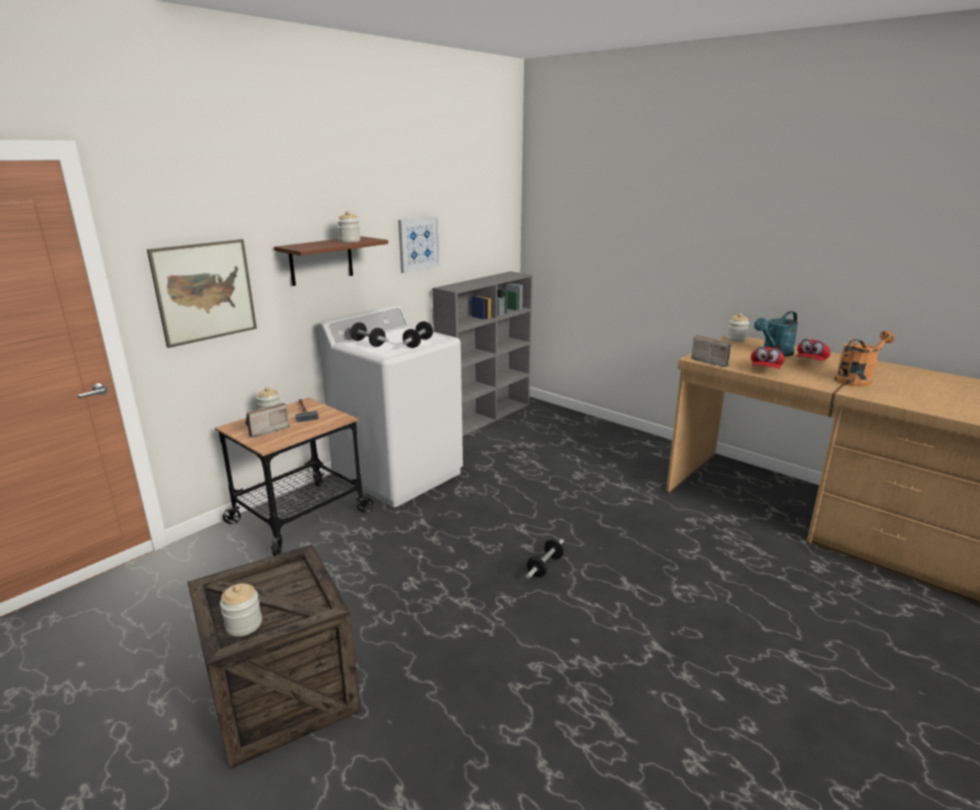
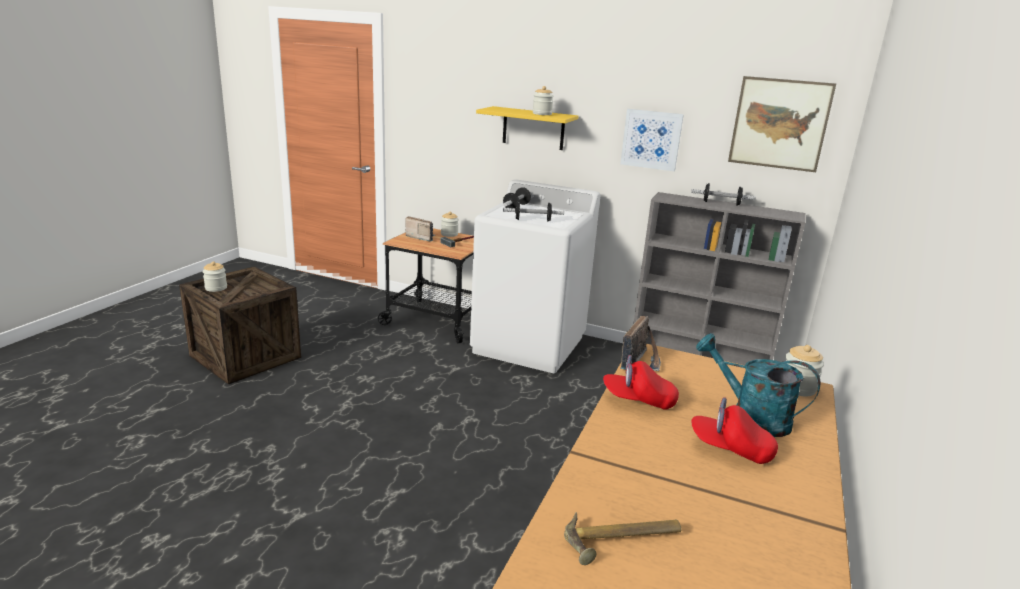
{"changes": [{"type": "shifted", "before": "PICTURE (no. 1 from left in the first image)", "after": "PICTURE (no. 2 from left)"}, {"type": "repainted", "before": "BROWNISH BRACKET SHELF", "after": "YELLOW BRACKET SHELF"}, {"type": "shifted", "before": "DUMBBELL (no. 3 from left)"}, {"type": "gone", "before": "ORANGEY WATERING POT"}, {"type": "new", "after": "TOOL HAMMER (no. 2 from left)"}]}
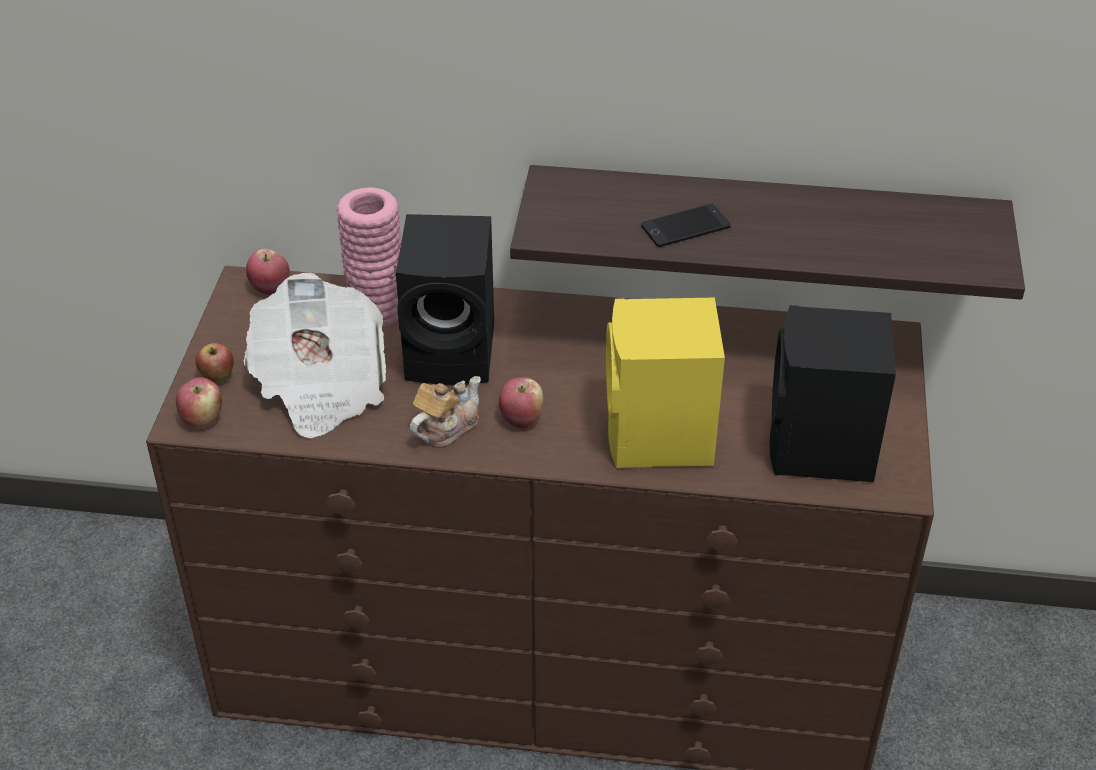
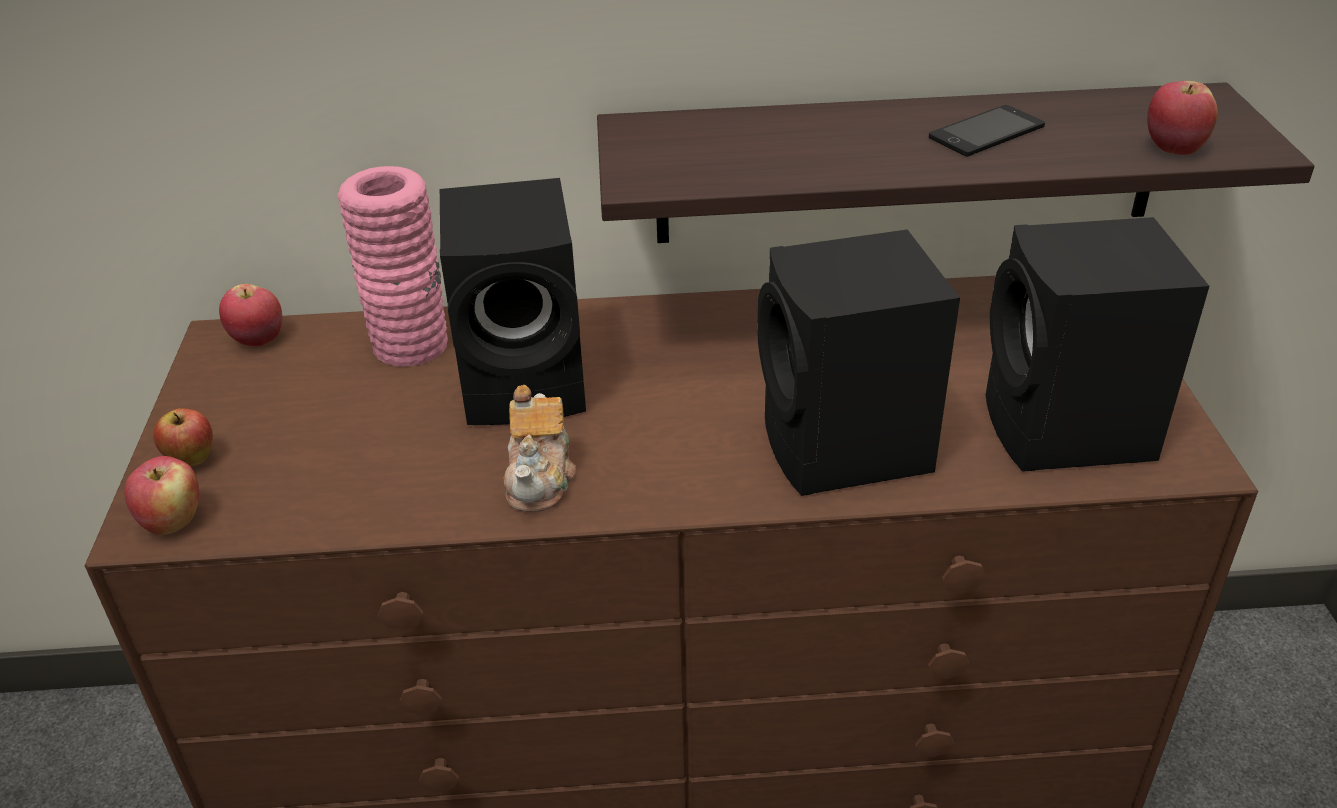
{"changes": [{"type": "gone", "before": "DAILY PAPER"}, {"type": "rotated", "before": "POT FOR TEA", "turn": 150}, {"type": "shifted", "before": "WHOLE APPLE (no. 4 from left)"}, {"type": "repainted", "before": "YELLOW SPEAKER", "after": "BLACK-COLOURED SPEAKER (no. 2 from left)"}, {"type": "shifted", "before": "PHONE"}]}
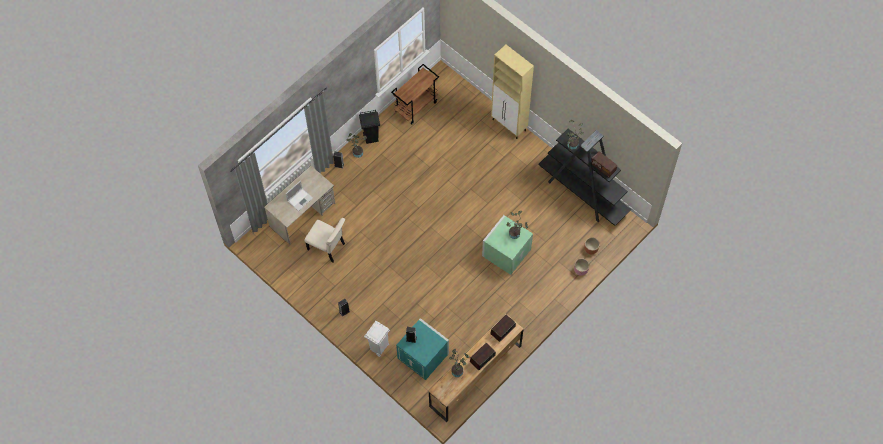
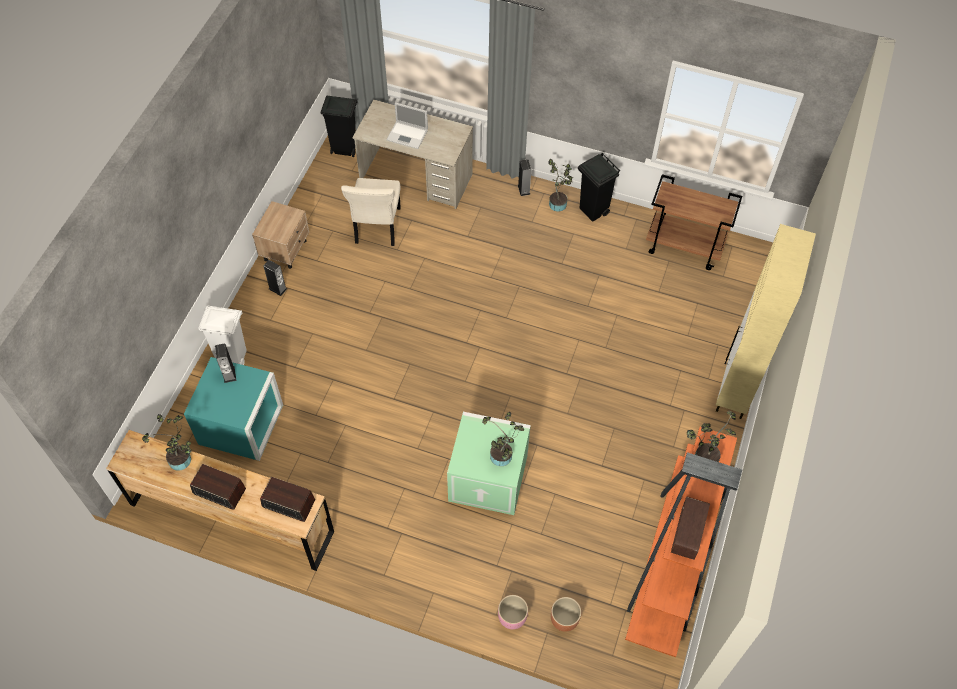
{"changes": [{"type": "repainted", "before": "BLACK-COLOURED SHELVING UNIT", "after": "ORANGEY SHELVING UNIT"}, {"type": "new", "after": "BEIGE NIGHT TABLE"}, {"type": "new", "after": "BLACK-COLOURED RUBBISH BIN (no. 1 from left)"}]}
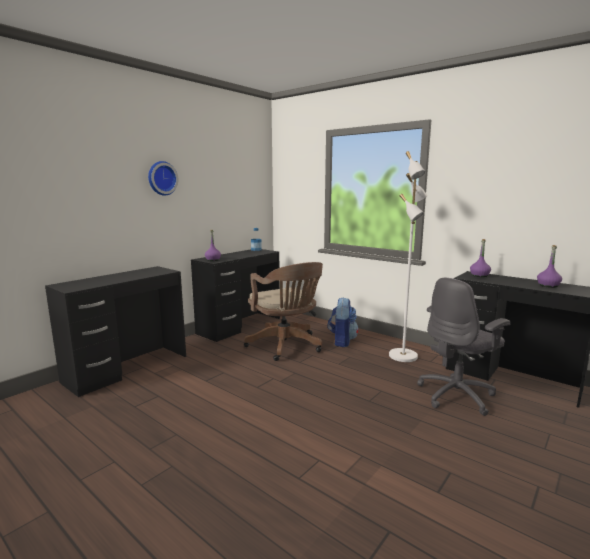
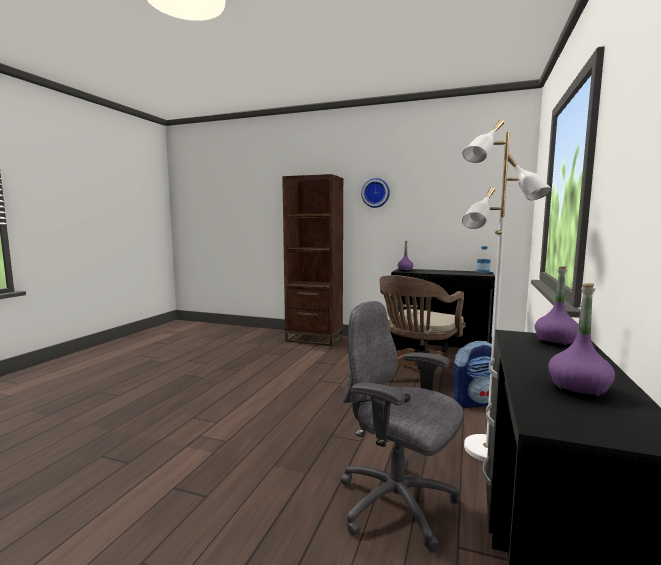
{"changes": [{"type": "swapped", "before": "BLACK-COLOURED DESK (no. 1 from left)", "after": "BROWNISH SHELVING UNIT"}]}
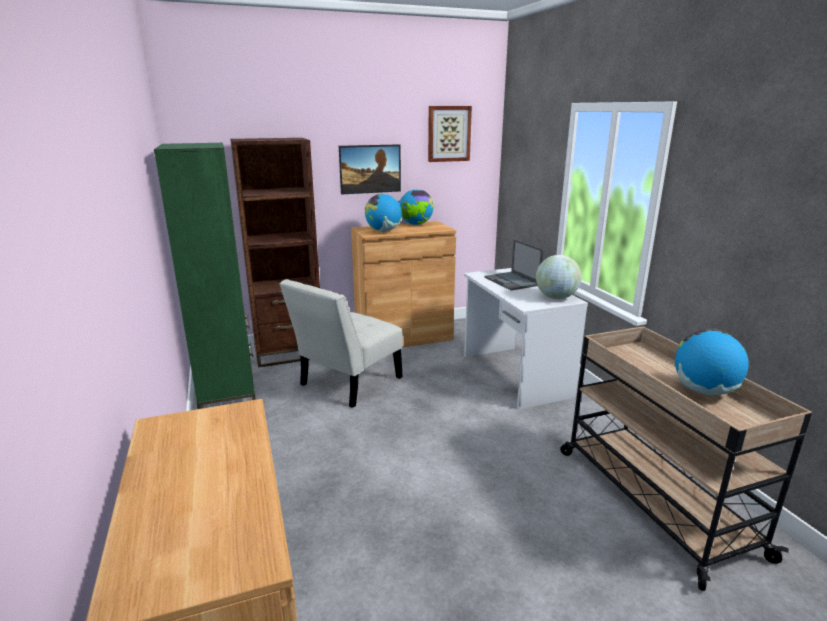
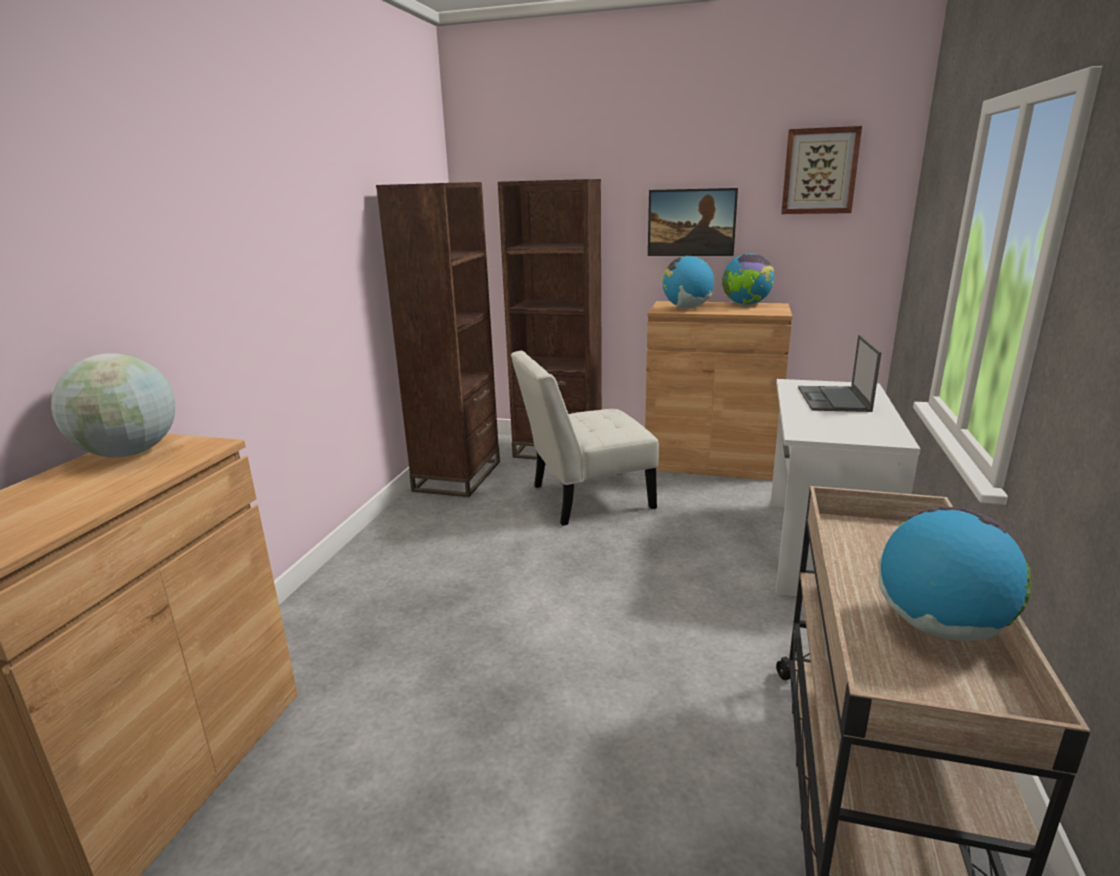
{"changes": [{"type": "repainted", "before": "GREENISH SHELVING UNIT", "after": "BROWNISH SHELVING UNIT (no. 1 from left)"}, {"type": "shifted", "before": "WORLD GLOBE (no. 3 from left in the first image)", "after": "WORLD GLOBE (no. 1 from left)"}]}
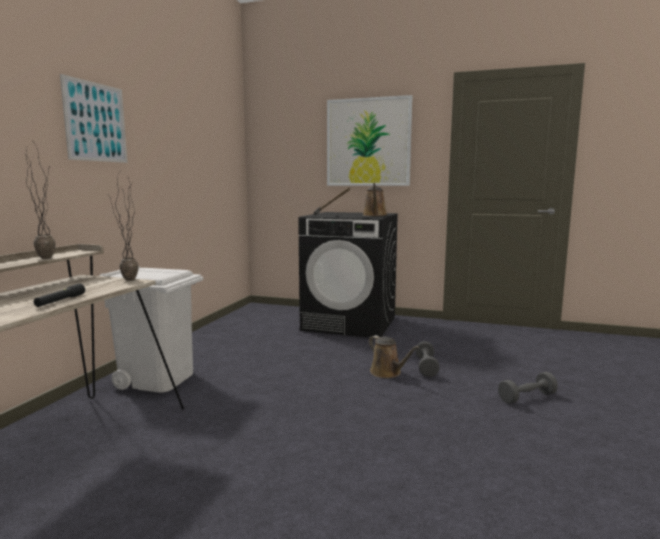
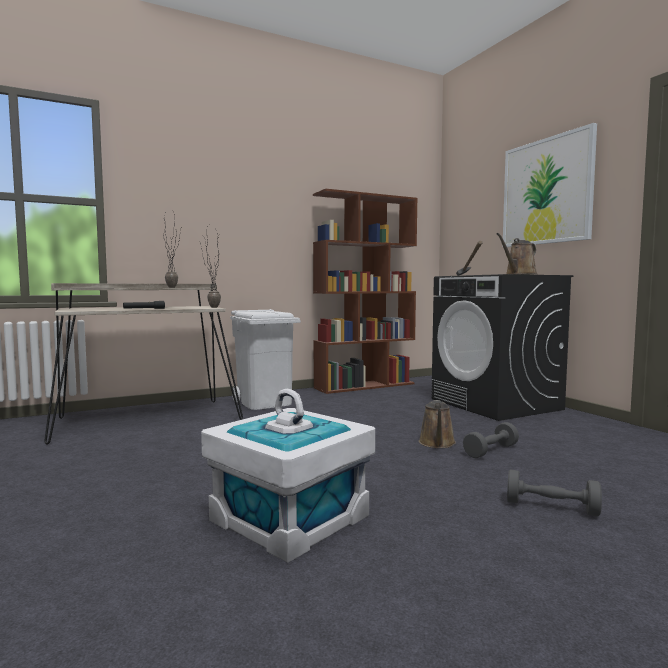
{"changes": [{"type": "gone", "before": "PICTURE (no. 1 from left)"}, {"type": "new", "after": "WHITE-COLOURED STORAGE BOX"}, {"type": "new", "after": "BROWNISH SHELVING UNIT"}]}
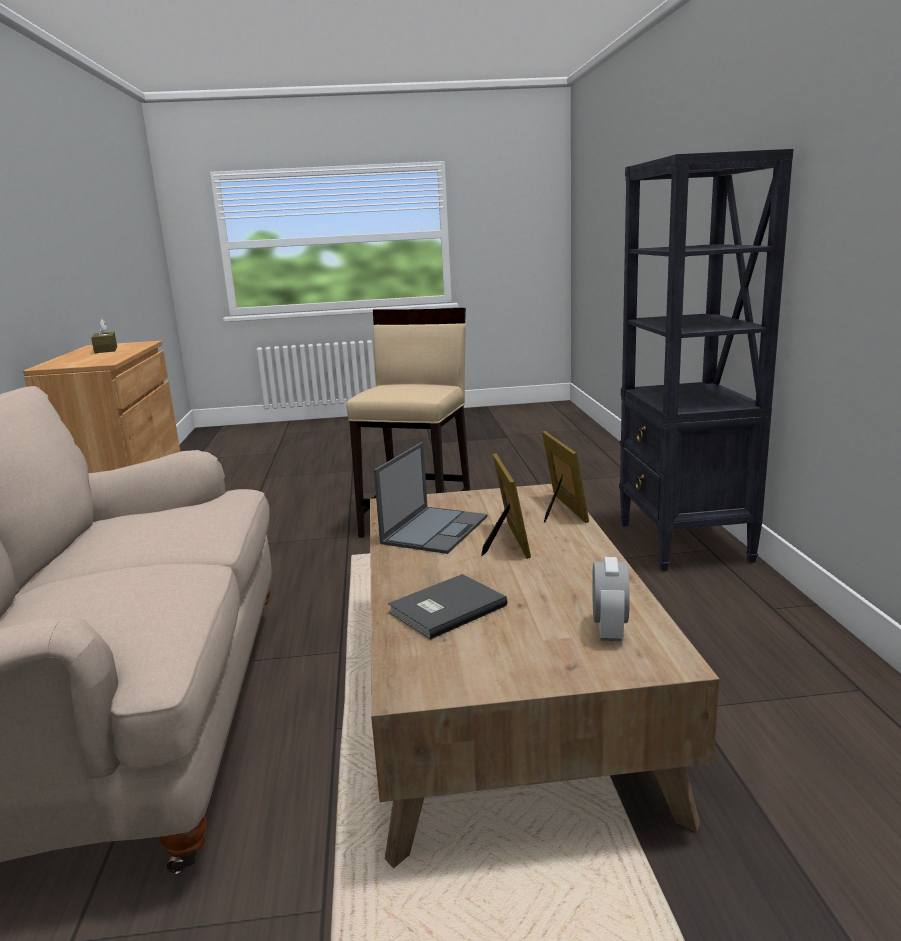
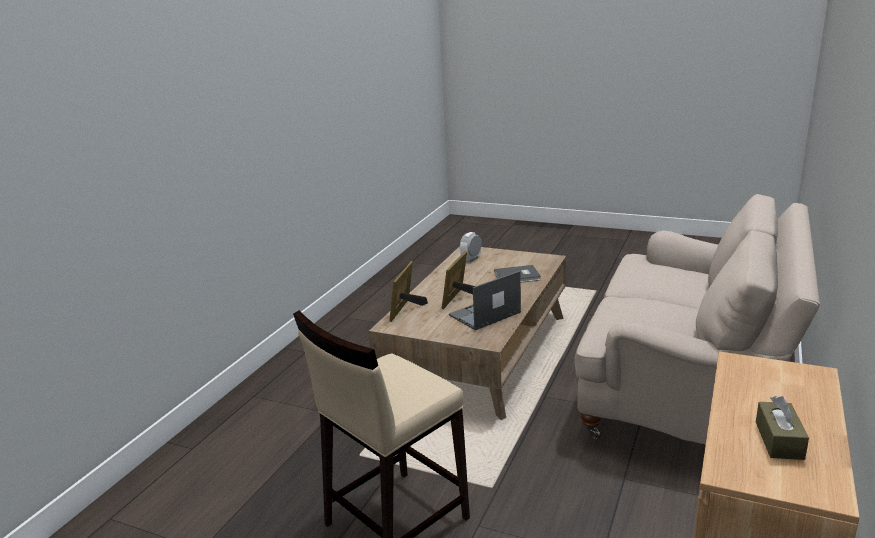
{"changes": [{"type": "gone", "before": "BLACK-COLOURED SHELVING UNIT"}]}
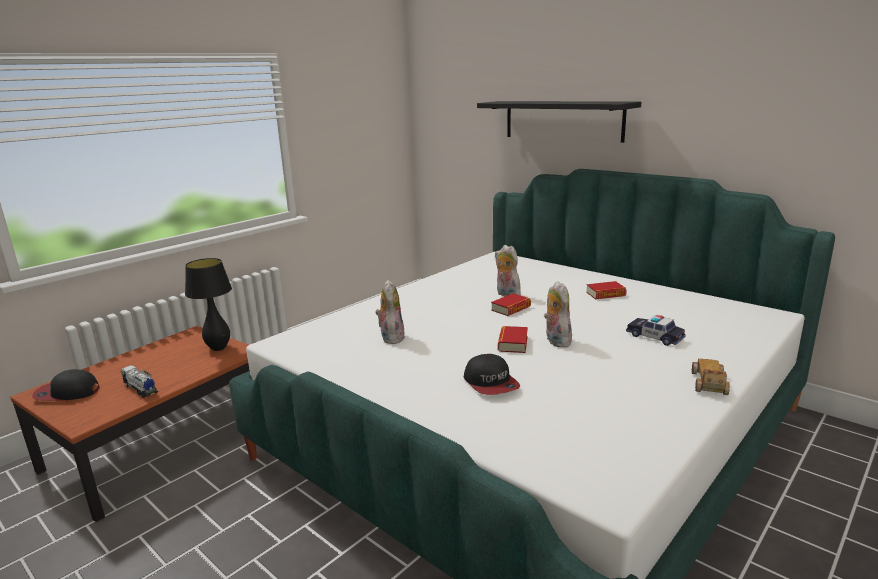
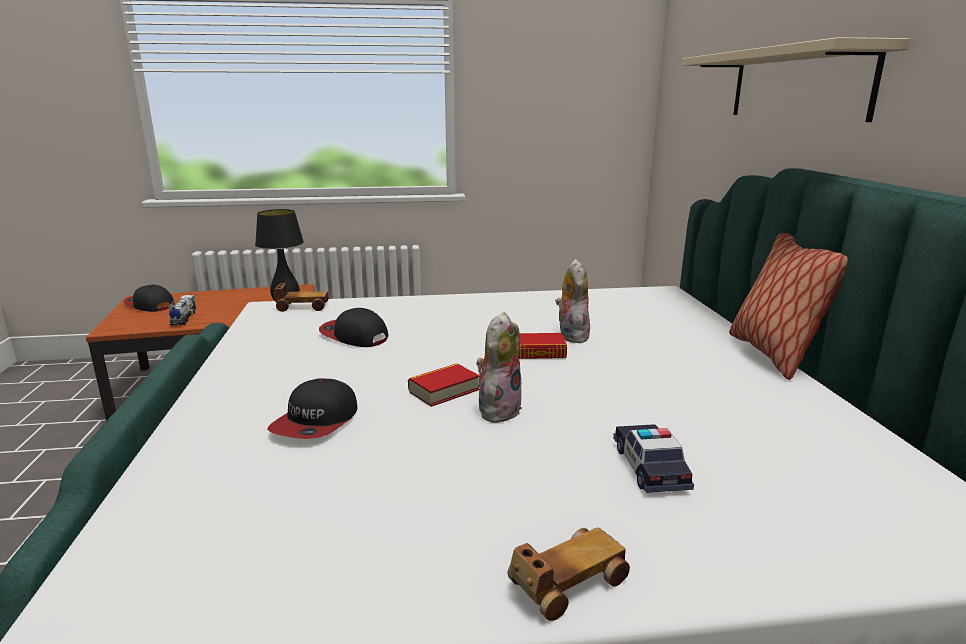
{"changes": [{"type": "swapped", "before": "SOFT TOY (no. 1 from left)", "after": "BASEBALL CAP (no. 3 from left)"}, {"type": "repainted", "before": "BLACK-COLOURED BRACKET SHELF", "after": "BEIGE BRACKET SHELF"}, {"type": "gone", "before": "VOLUME (no. 3 from left)"}, {"type": "new", "after": "MINIATURE CAR (no. 1 from left)"}, {"type": "new", "after": "PILLOW"}]}
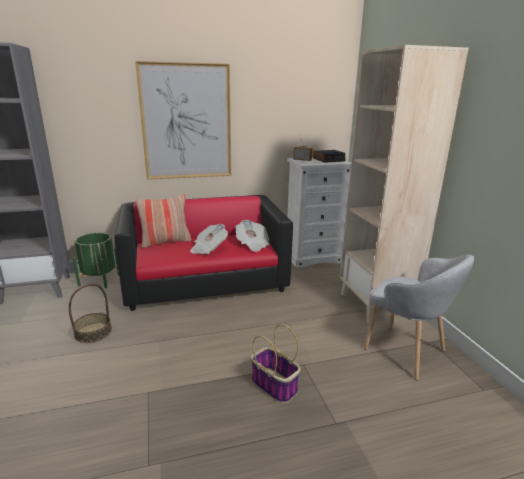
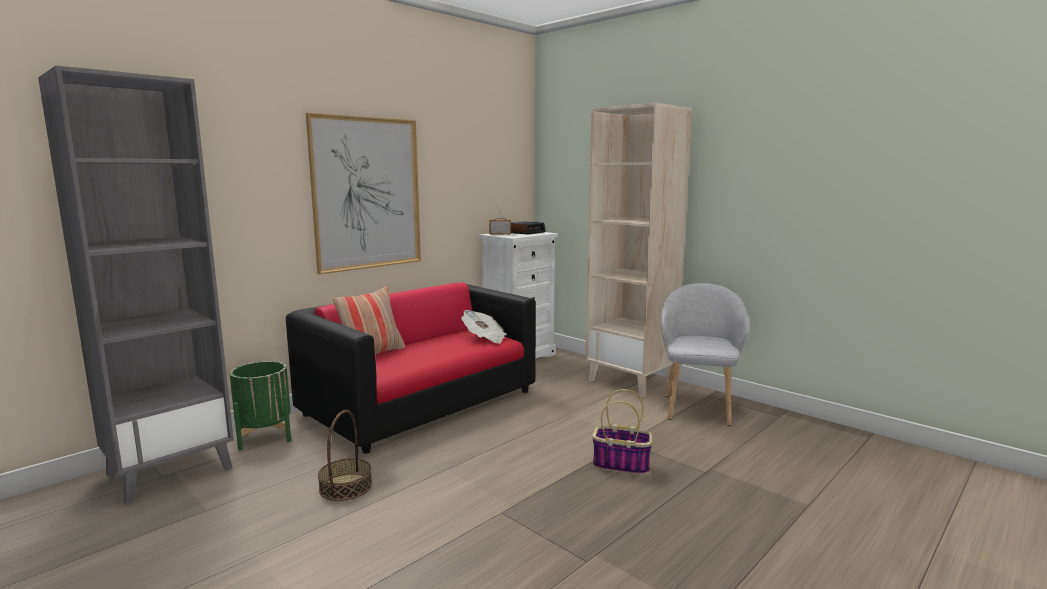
{"changes": [{"type": "gone", "before": "DAILY PAPER (no. 1 from left)"}, {"type": "rotated", "before": "GREY LOUNGE CHAIR", "turn": -90}]}
